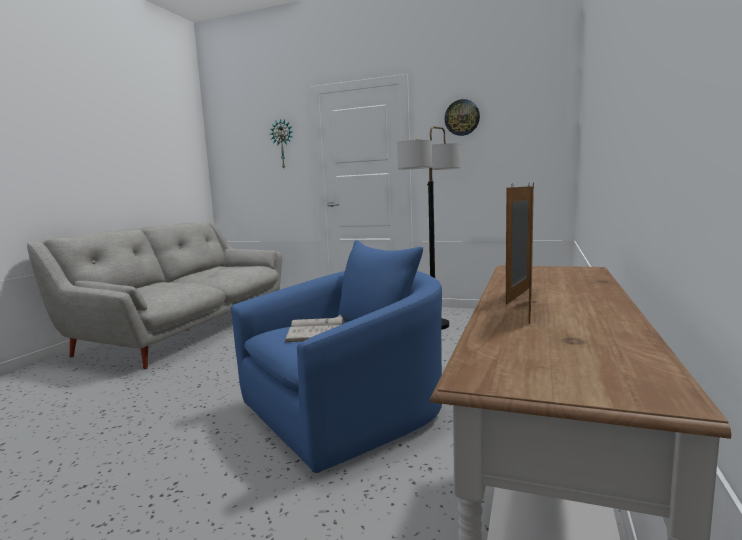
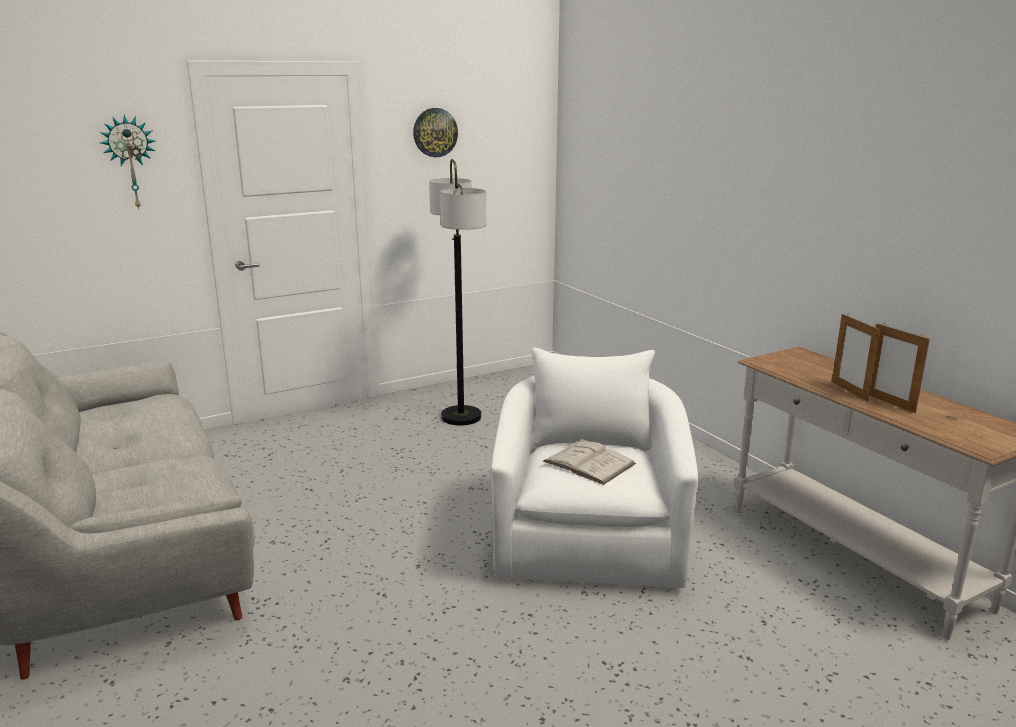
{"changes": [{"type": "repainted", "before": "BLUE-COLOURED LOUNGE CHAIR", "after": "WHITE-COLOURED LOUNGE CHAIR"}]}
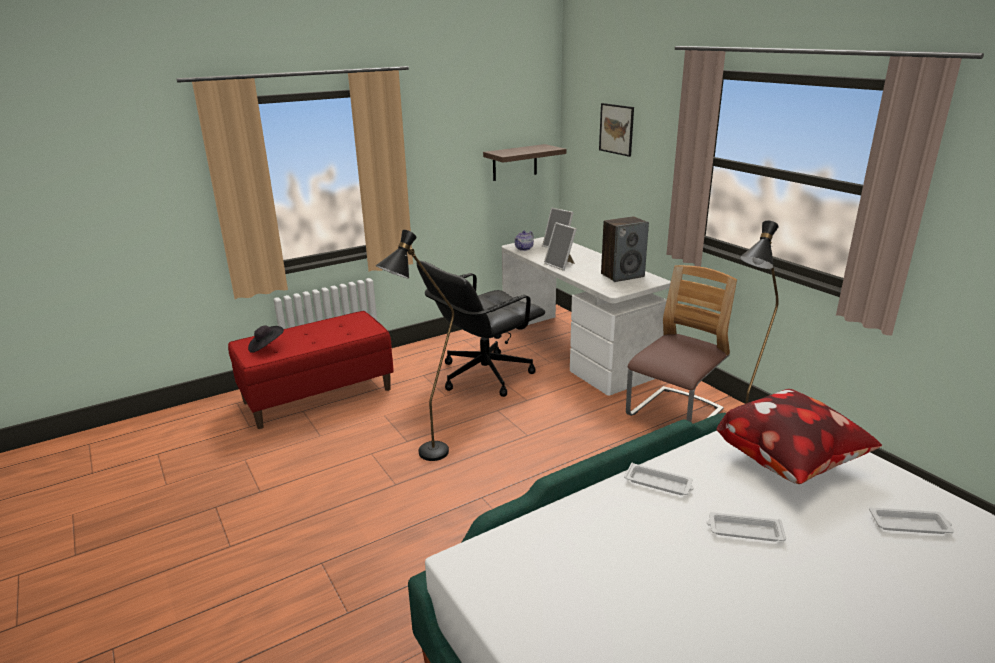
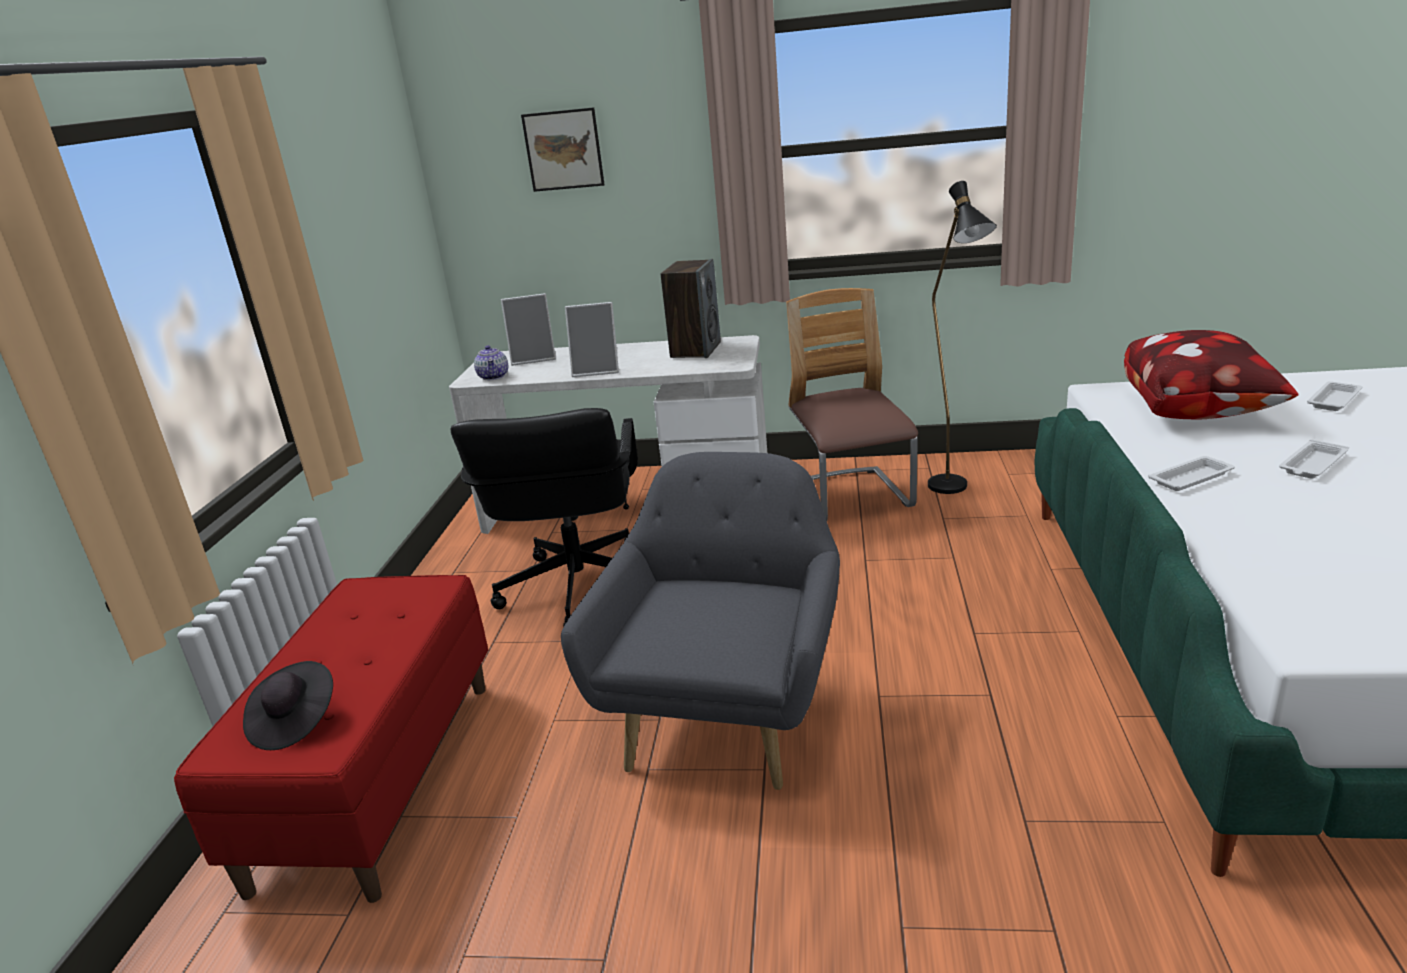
{"changes": [{"type": "swapped", "before": "BLACK-COLOURED STANDING LAMP (no. 1 from left)", "after": "GREY LOUNGE CHAIR"}, {"type": "gone", "before": "BRACKET SHELF"}]}
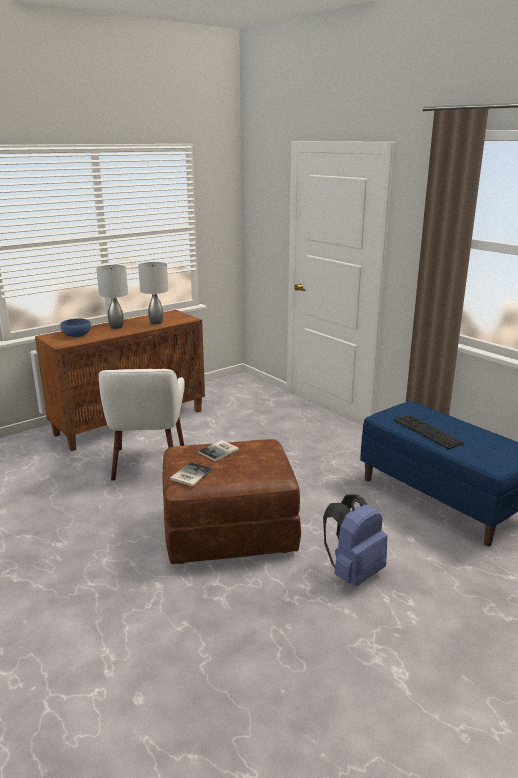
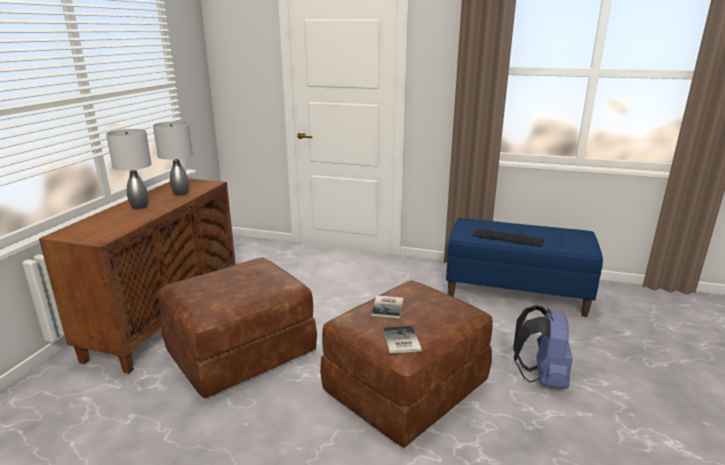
{"changes": [{"type": "gone", "before": "BLUE-COLOURED SERVING BOWL"}, {"type": "swapped", "before": "WHITE-COLOURED LOUNGE CHAIR", "after": "BROWNISH OTTOMAN (no. 1 from left)"}]}
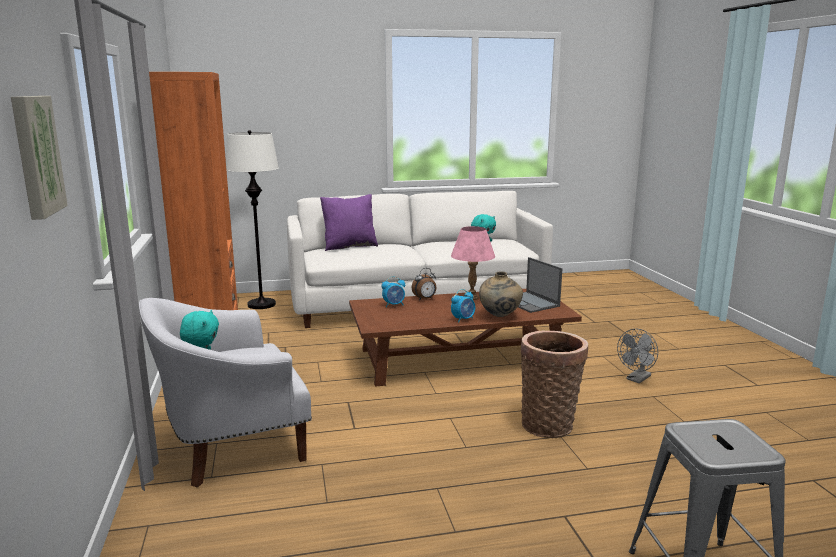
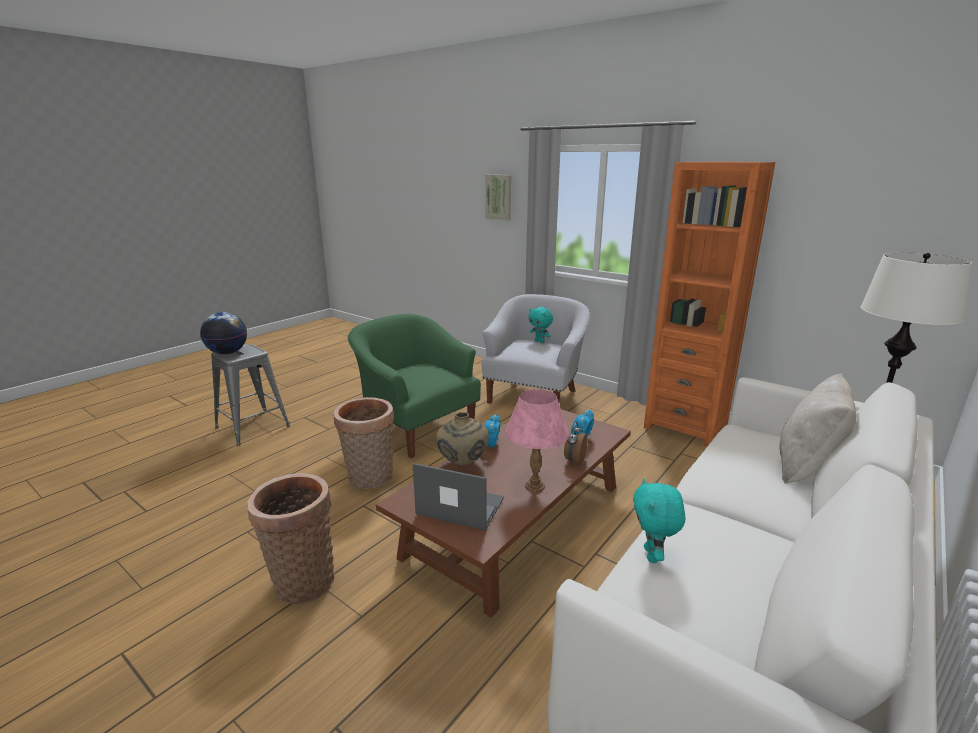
{"changes": [{"type": "repainted", "before": "PURPLISH PILLOW", "after": "BEIGE PILLOW"}, {"type": "swapped", "before": "GREY ELECTRIC FAN", "after": "HOUSEHOLD BASKET (no. 1 from left)"}, {"type": "new", "after": "WORLD GLOBE"}, {"type": "new", "after": "GREENISH LOUNGE CHAIR"}]}
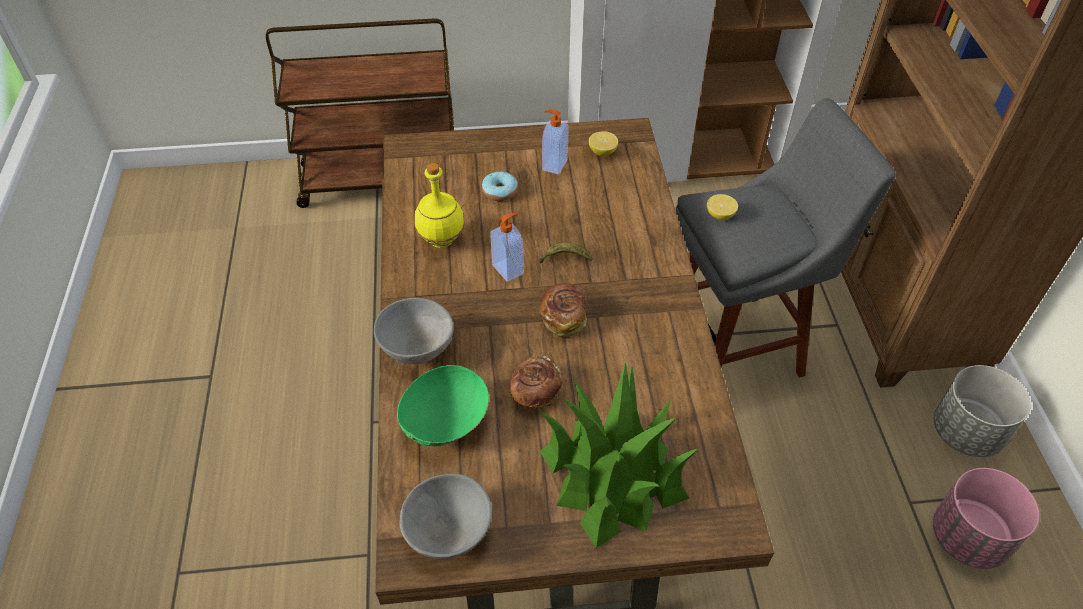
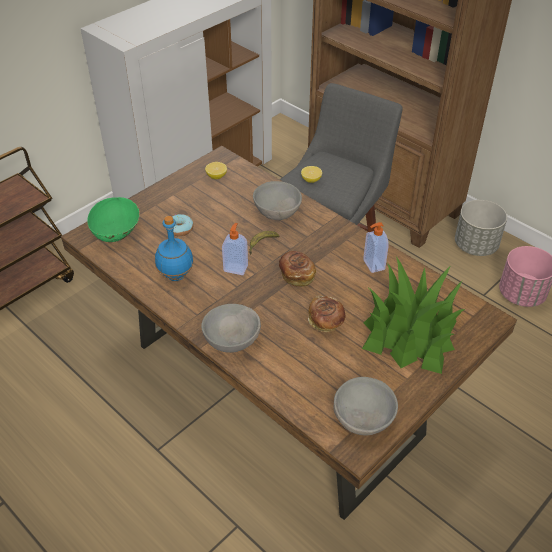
{"changes": [{"type": "shifted", "before": "GREENISH SERVING BOWL"}, {"type": "repainted", "before": "YELLOW BEVERAGE BOTTLE", "after": "BLUE-COLOURED BEVERAGE BOTTLE"}, {"type": "shifted", "before": "SOAP BOTTLE (no. 2 from left)"}, {"type": "new", "after": "GREY SERVING BOWL (no. 2 from left)"}]}
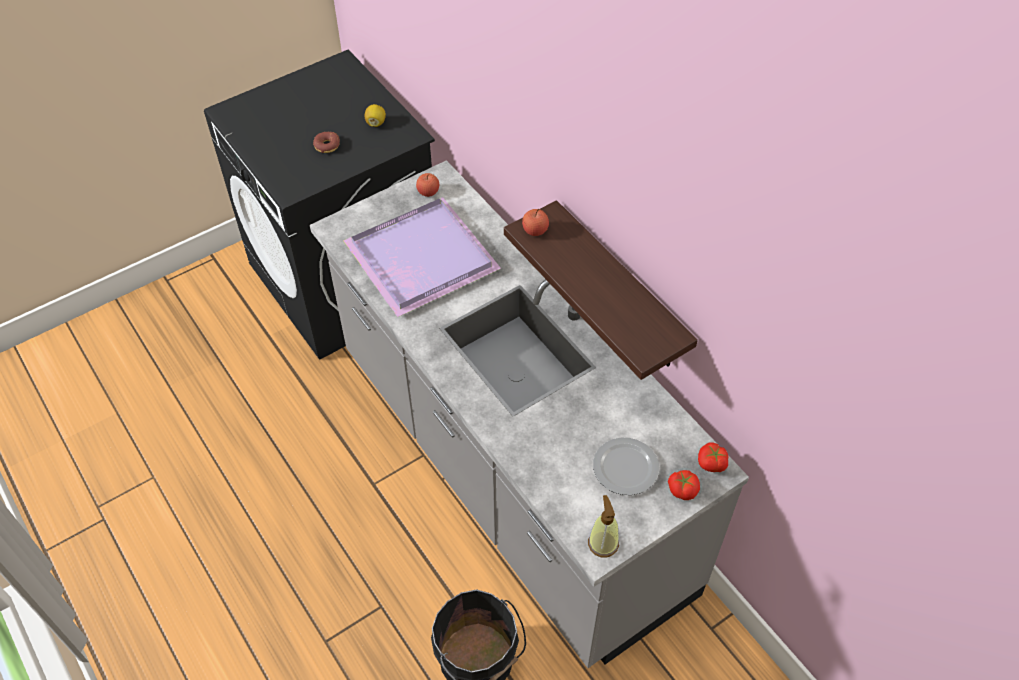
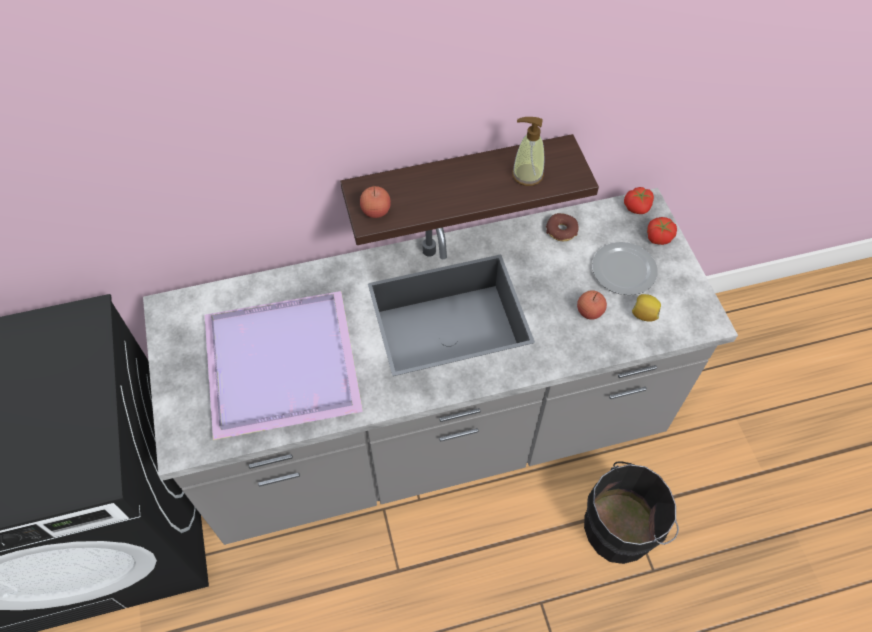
{"changes": [{"type": "shifted", "before": "DONUT"}, {"type": "shifted", "before": "LEMON"}, {"type": "shifted", "before": "WHOLE APPLE (no. 1 from left in the first image)", "after": "WHOLE APPLE (no. 2 from left)"}, {"type": "shifted", "before": "SOAP BOTTLE"}]}
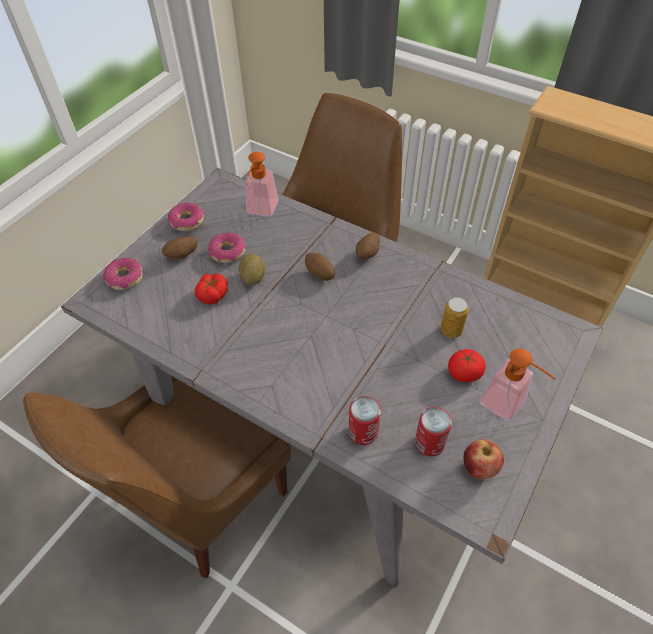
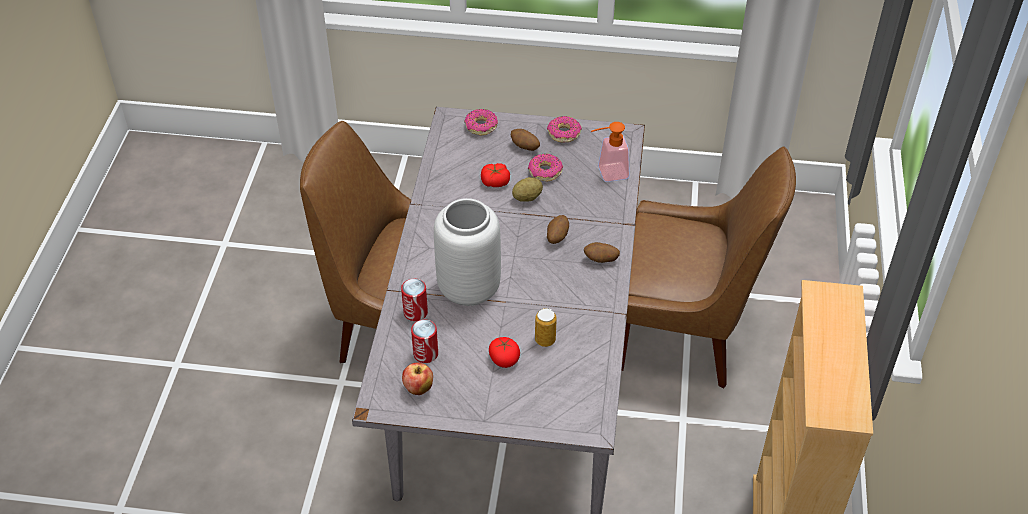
{"changes": [{"type": "gone", "before": "SOAP BOTTLE (no. 2 from left)"}, {"type": "new", "after": "GREY FLOWER VASE"}]}
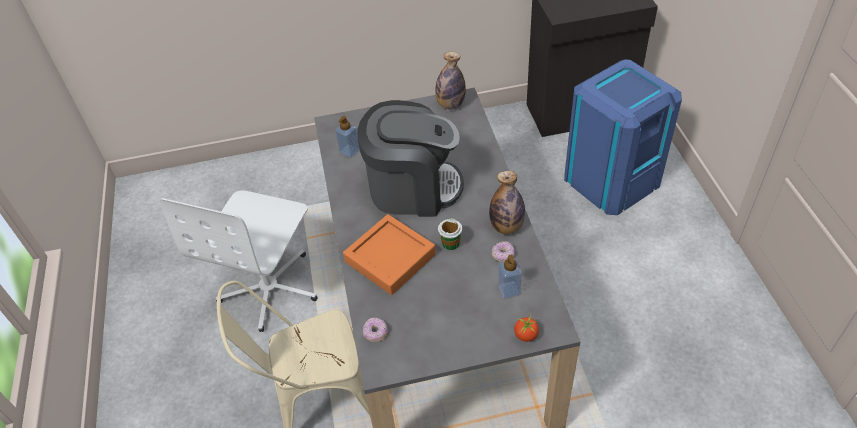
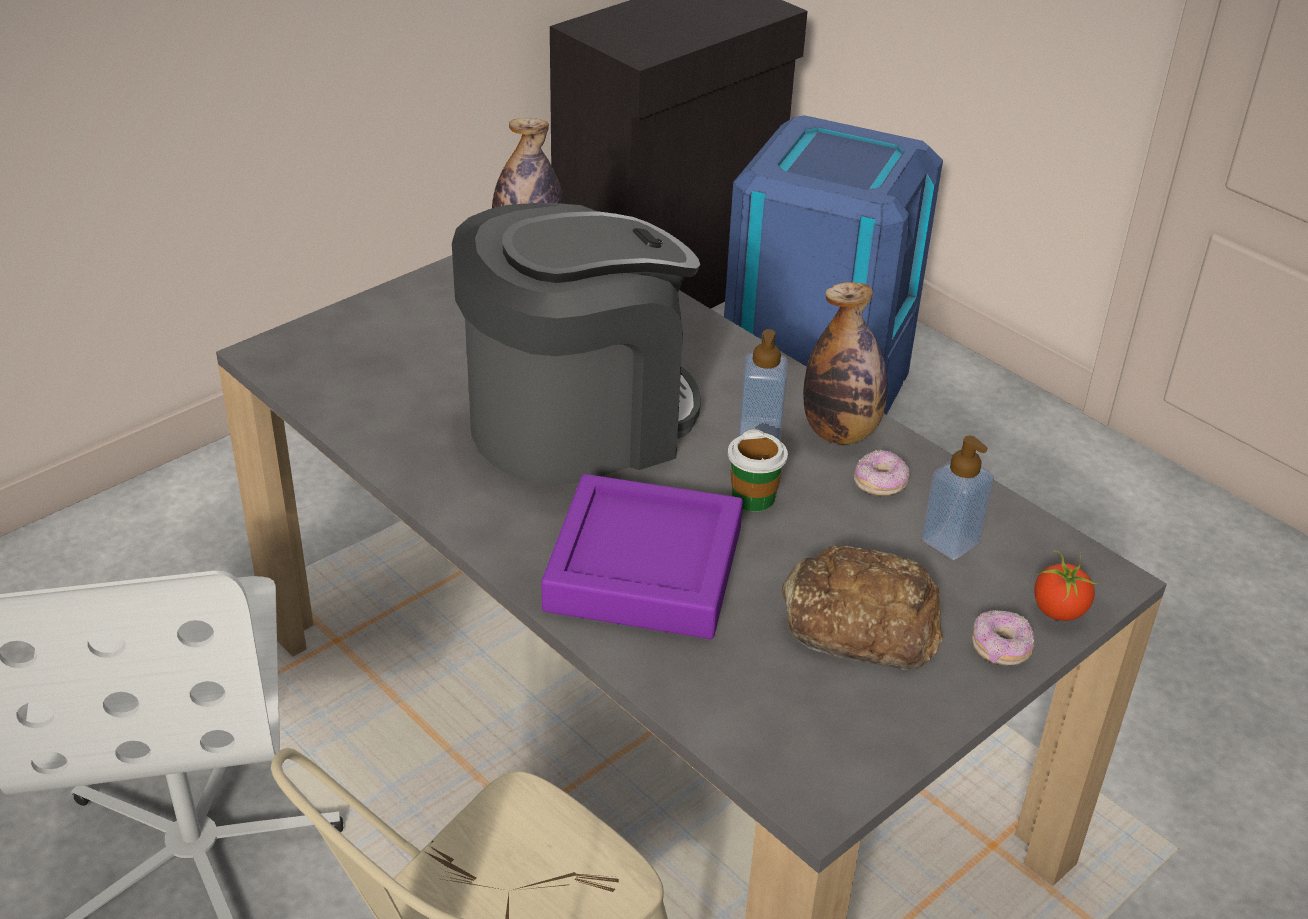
{"changes": [{"type": "shifted", "before": "SOAP BOTTLE (no. 1 from left)"}, {"type": "repainted", "before": "ORANGEY TRAY", "after": "PURPLISH TRAY"}, {"type": "shifted", "before": "DONUT (no. 1 from left in the first image)", "after": "DONUT (no. 2 from left)"}, {"type": "new", "after": "BAKED BREAD"}]}
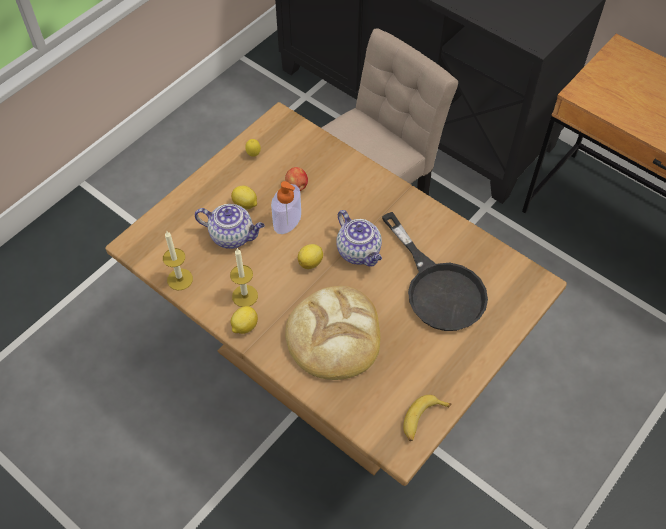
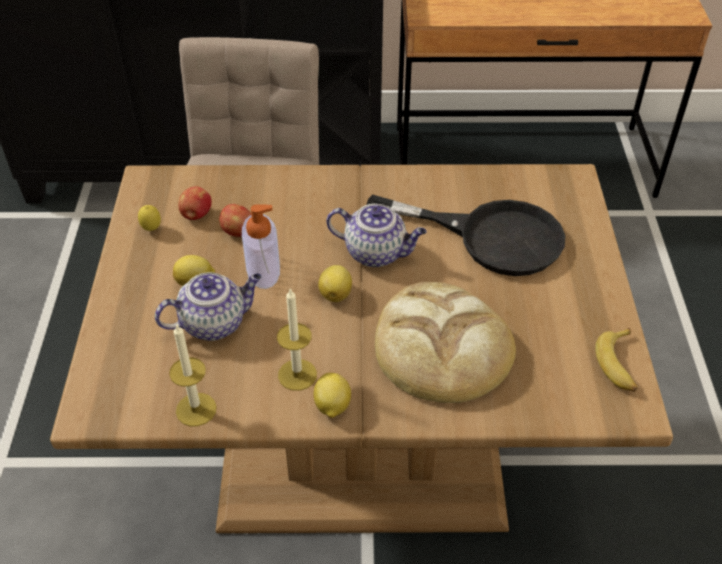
{"changes": [{"type": "new", "after": "WHOLE APPLE (no. 1 from left)"}]}
